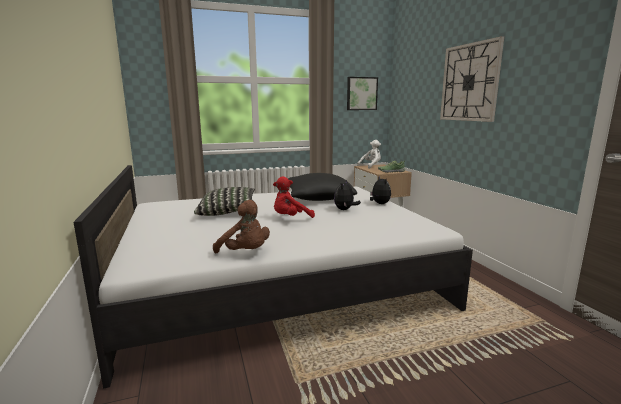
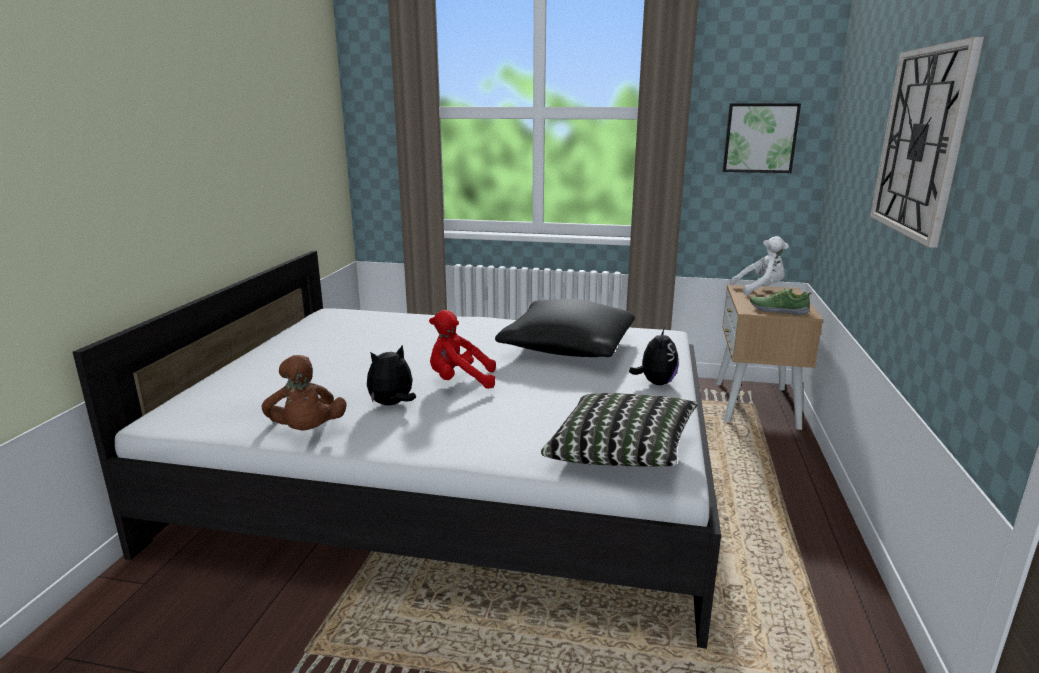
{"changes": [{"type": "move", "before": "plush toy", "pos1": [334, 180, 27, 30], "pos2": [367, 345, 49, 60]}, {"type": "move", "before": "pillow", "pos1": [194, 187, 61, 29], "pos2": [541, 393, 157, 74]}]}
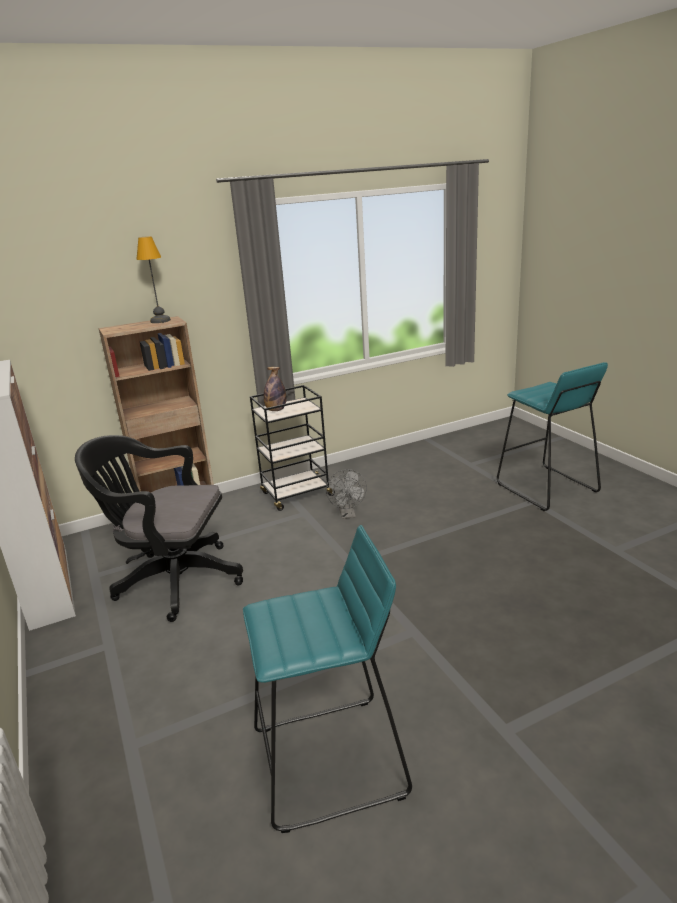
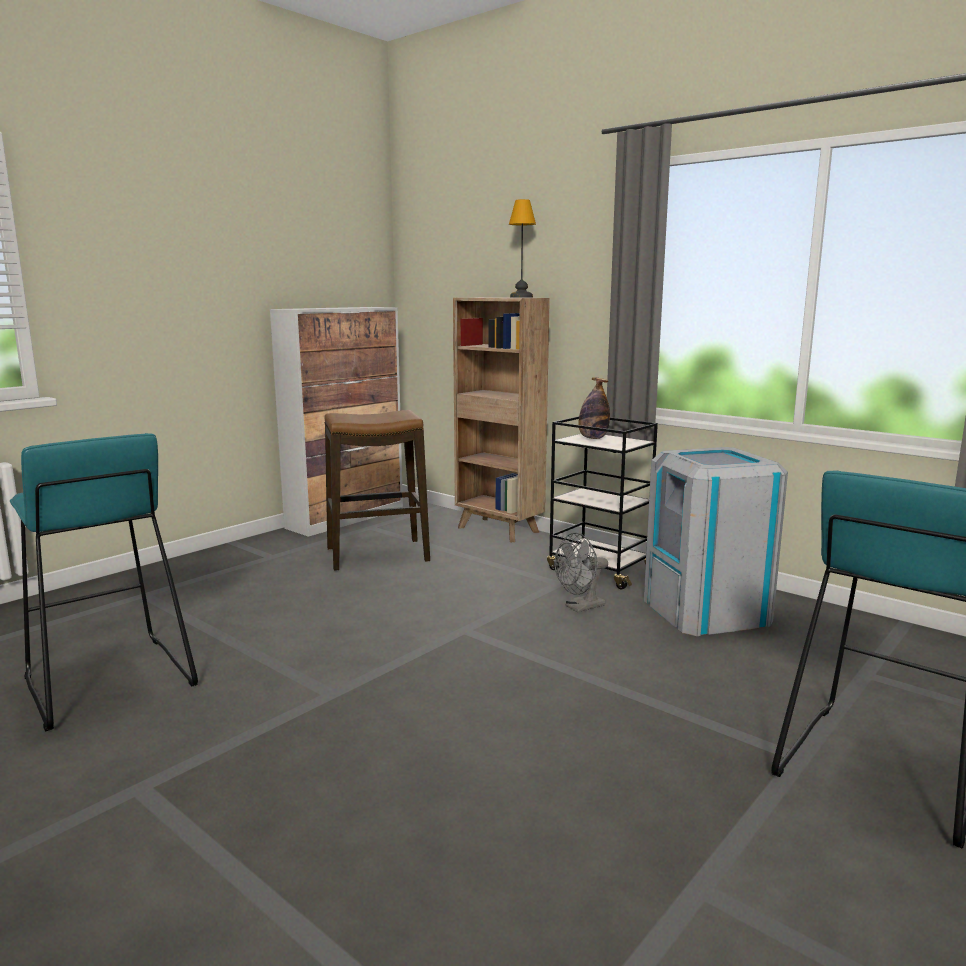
{"changes": [{"type": "replace", "before": "office chair/black", "after": "stool", "pos1": [75, 435, 168, 187], "pos2": [324, 410, 106, 161]}, {"type": "insert", "after": "trash can/grey", "pos2": [644, 447, 144, 189]}]}
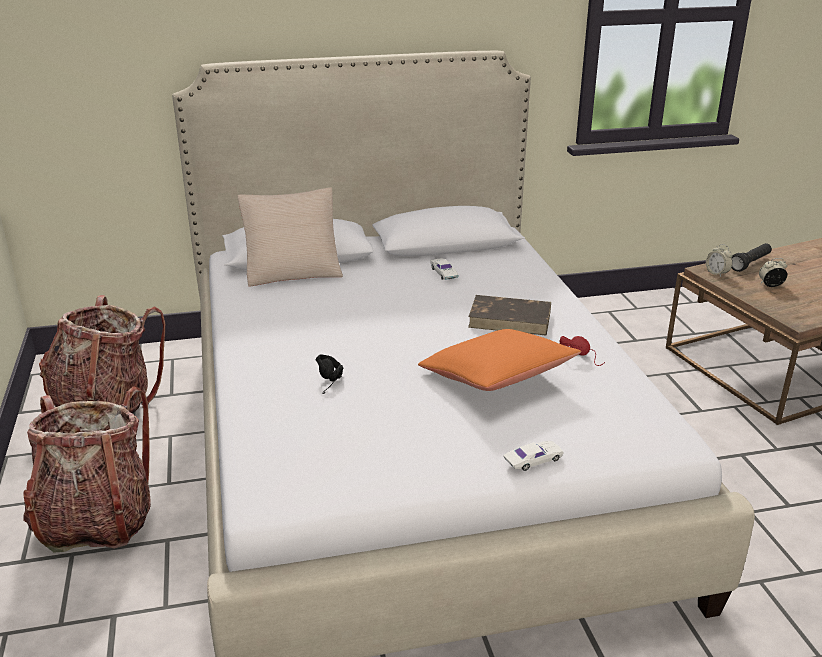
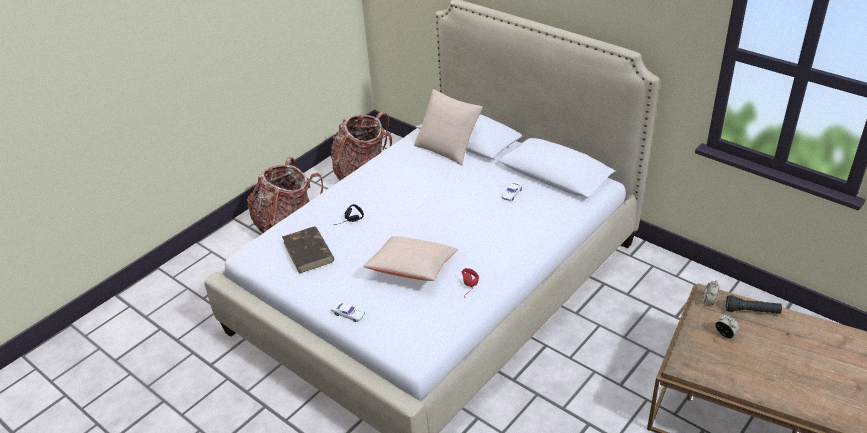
{"changes": [{"type": "move", "before": "book/brown", "pos1": [468, 295, 83, 41], "pos2": [282, 227, 52, 47]}, {"type": "recolor", "before": "pillow/orange", "after": "pillow/beige", "pos1": [418, 329, 163, 62], "pos2": [364, 236, 94, 45]}]}
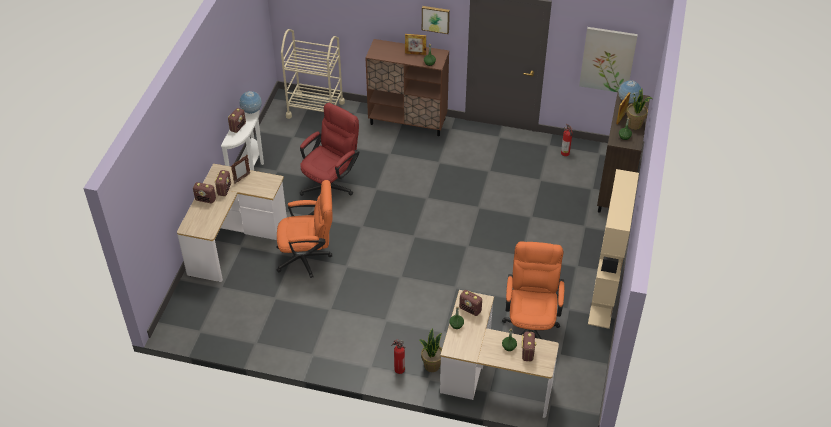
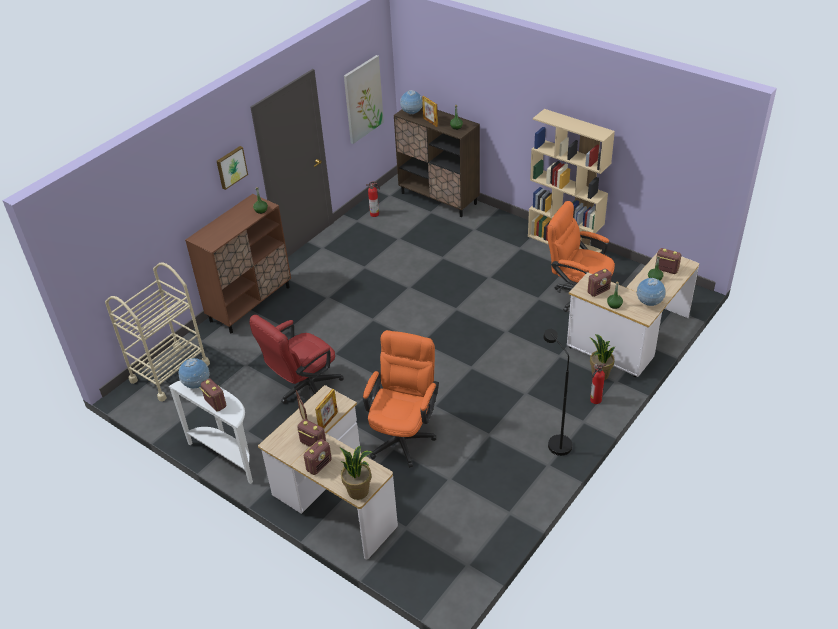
{"changes": [{"type": "rotate", "before": "office chair/red", "pos1": [300, 103, 59, 93], "pos2": [249, 315, 95, 89], "turn": -105}, {"type": "move", "before": "picture frame", "pos1": [405, 34, 21, 21], "pos2": [315, 389, 23, 39]}, {"type": "move", "before": "potted plant", "pos1": [626, 88, 27, 42], "pos2": [340, 446, 32, 54]}, {"type": "insert", "after": "floor lamp/black", "pos2": [543, 329, 30, 127]}, {"type": "insert", "after": "globe", "pos2": [636, 278, 30, 28]}]}
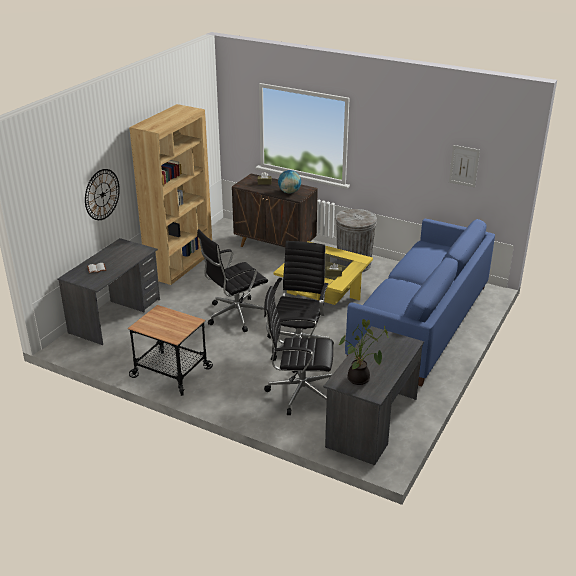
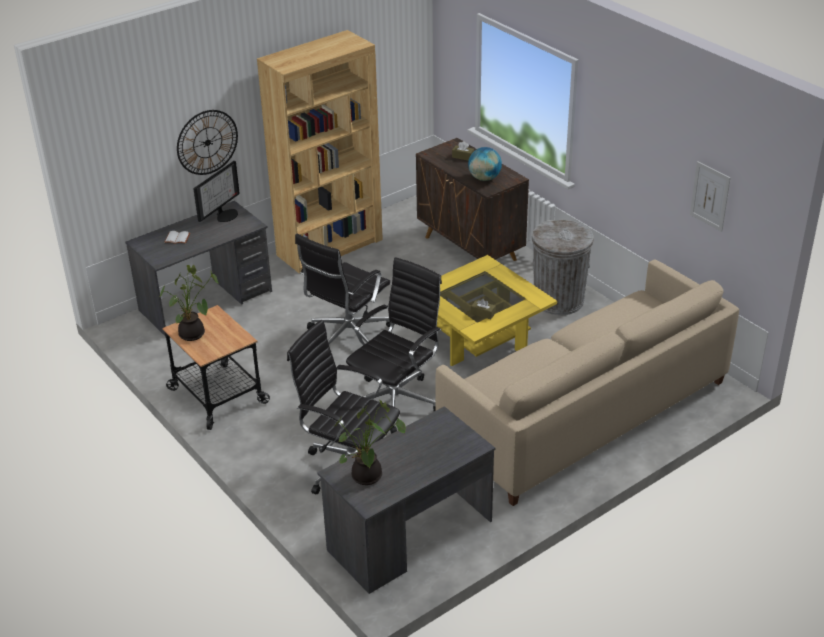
{"changes": [{"type": "insert", "after": "potted plant", "pos2": [160, 265, 58, 76]}, {"type": "insert", "after": "monitor", "pos2": [193, 161, 47, 61]}, {"type": "rotate", "before": "office chair/black", "pos1": [197, 229, 71, 103], "pos2": [295, 234, 95, 110], "turn": -45}, {"type": "recolor", "before": "sofa/blue", "after": "sofa/beige", "pos1": [345, 219, 150, 168], "pos2": [435, 260, 304, 246]}]}
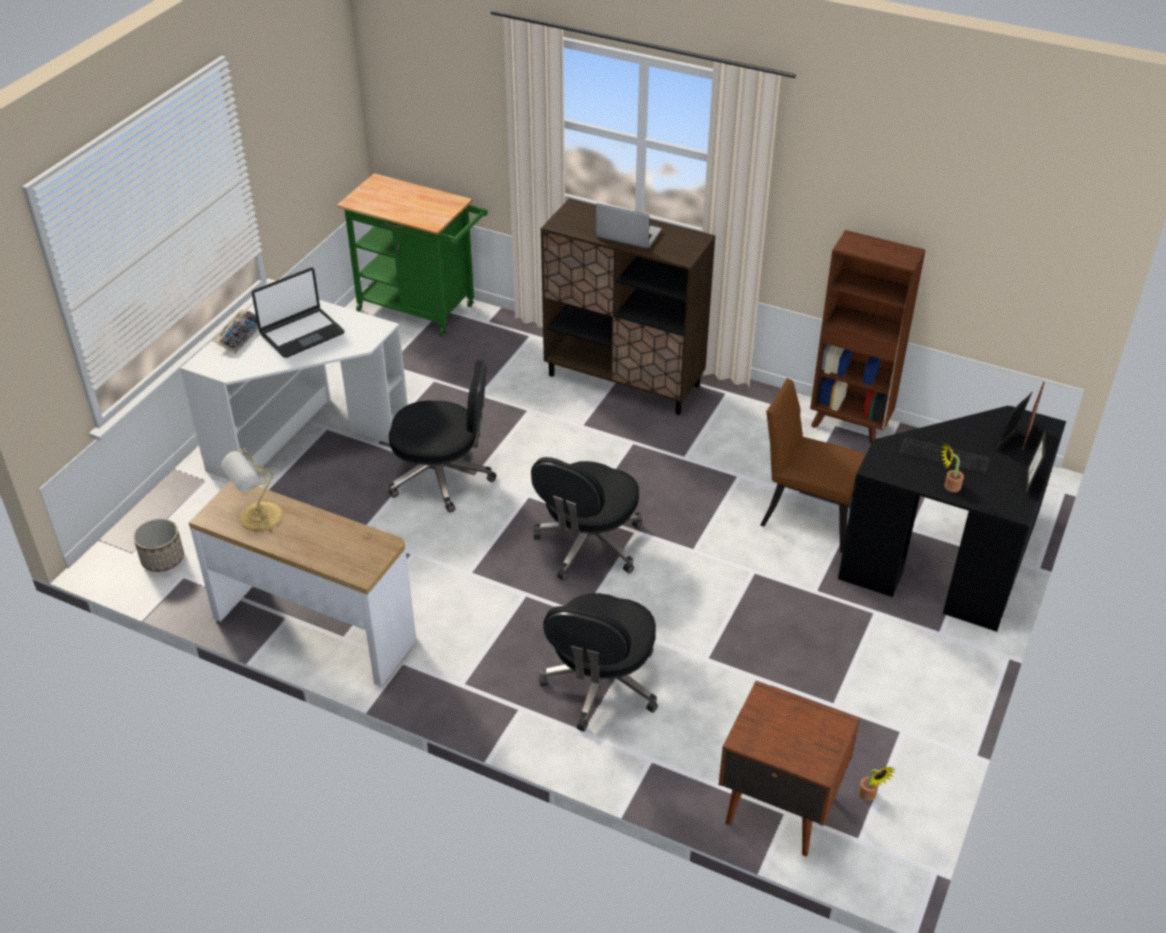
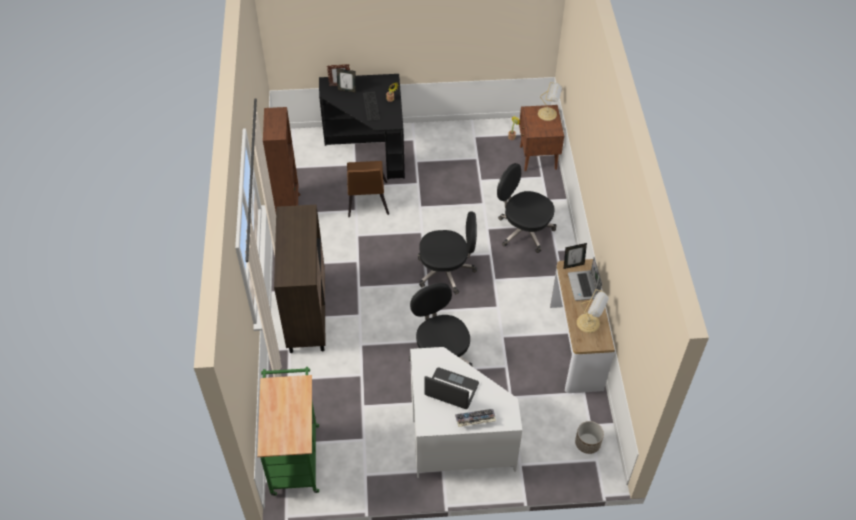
{"changes": [{"type": "rotate", "before": "office chair/black", "pos1": [539, 593, 119, 139], "pos2": [497, 163, 60, 90], "turn": -135}, {"type": "insert", "after": "table lamp", "pos2": [538, 82, 24, 39]}, {"type": "move", "before": "picture frame", "pos1": [1026, 429, 20, 65], "pos2": [564, 243, 23, 26]}, {"type": "move", "before": "laptop", "pos1": [595, 203, 67, 46], "pos2": [568, 257, 34, 44]}]}
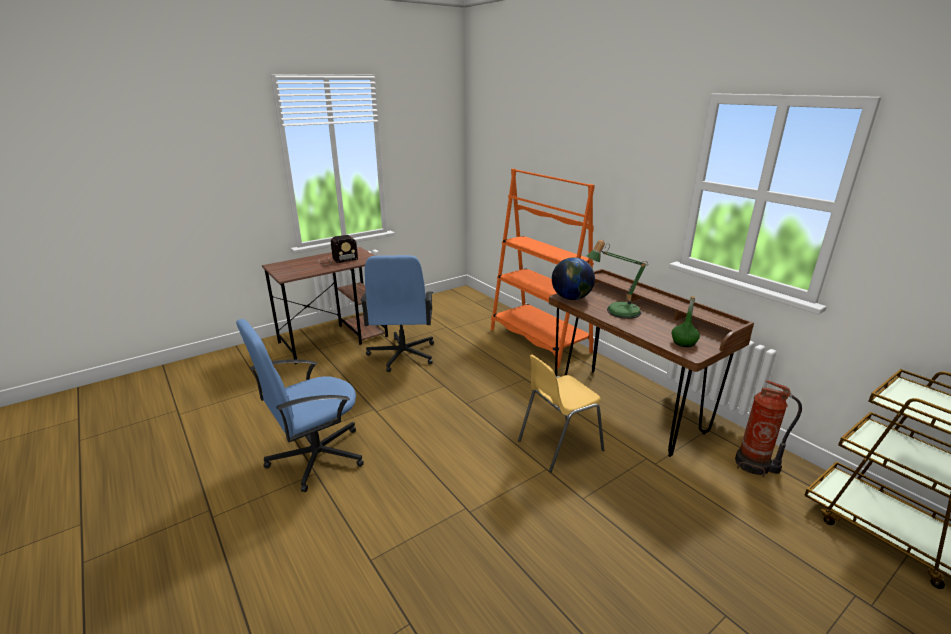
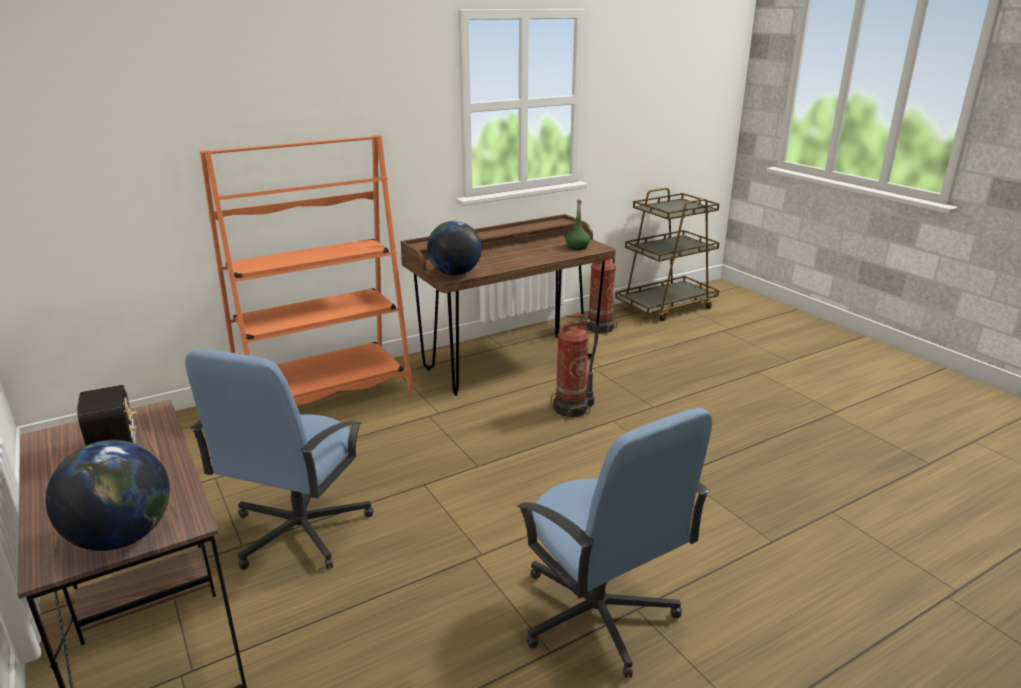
{"changes": [{"type": "insert", "after": "globe", "pos2": [46, 440, 124, 111]}, {"type": "rotate", "before": "office chair/blue", "pos1": [360, 255, 74, 117], "pos2": [185, 349, 188, 221], "turn": 105}, {"type": "replace", "before": "chair/yellow", "after": "fire extinguisher", "pos1": [518, 355, 86, 117], "pos2": [550, 314, 48, 105]}, {"type": "delete", "before": "table lamp", "pos1": [587, 240, 61, 79]}]}
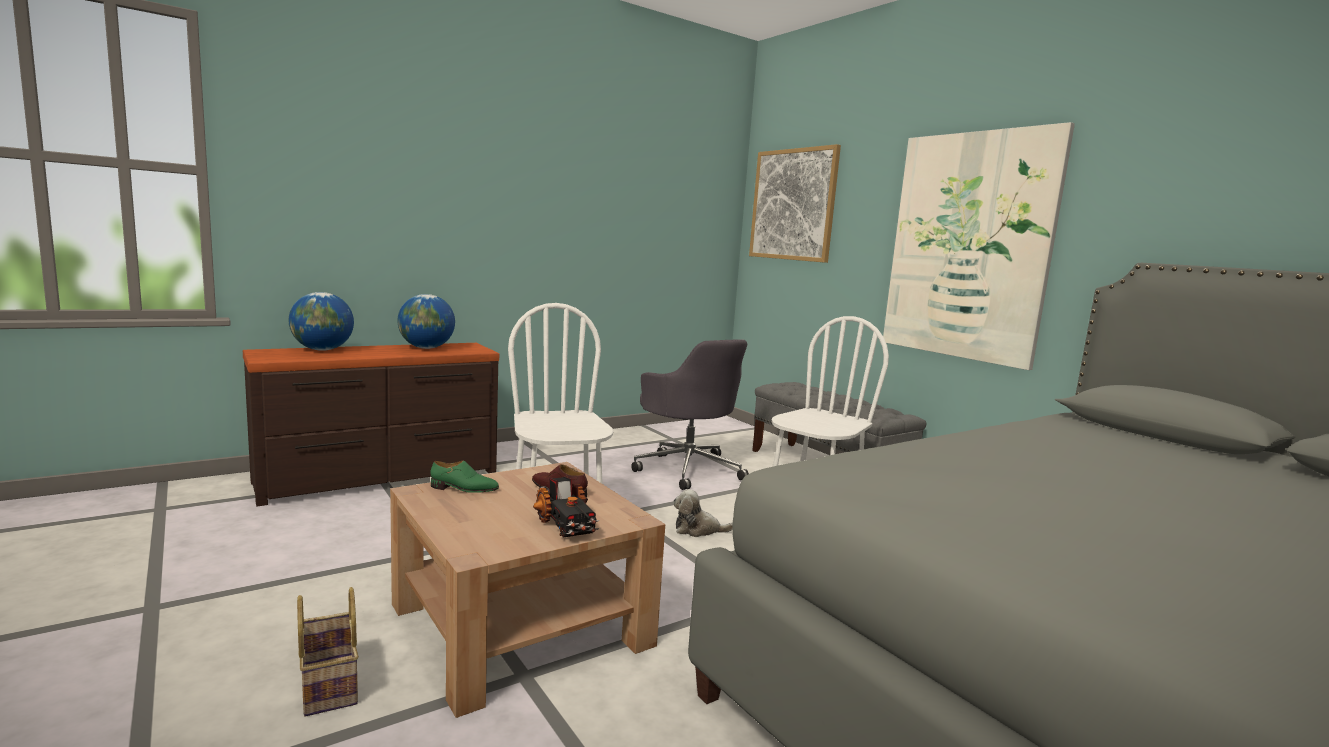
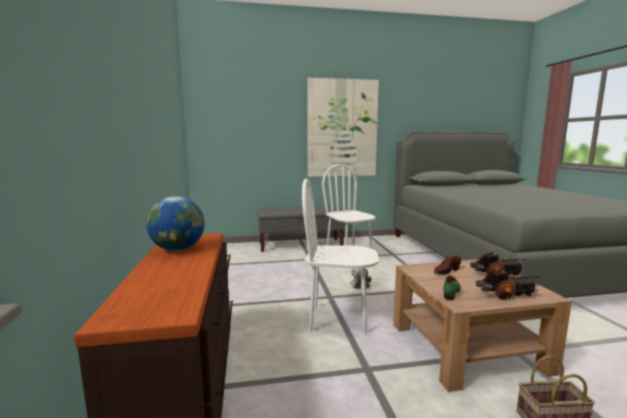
{"changes": [{"type": "insert", "after": "toy truck", "pos2": [476, 269, 64, 31]}, {"type": "delete", "before": "globe", "pos1": [289, 292, 65, 59]}, {"type": "delete", "before": "office chair/grey", "pos1": [631, 339, 118, 151]}, {"type": "delete", "before": "picture", "pos1": [749, 144, 92, 119]}]}
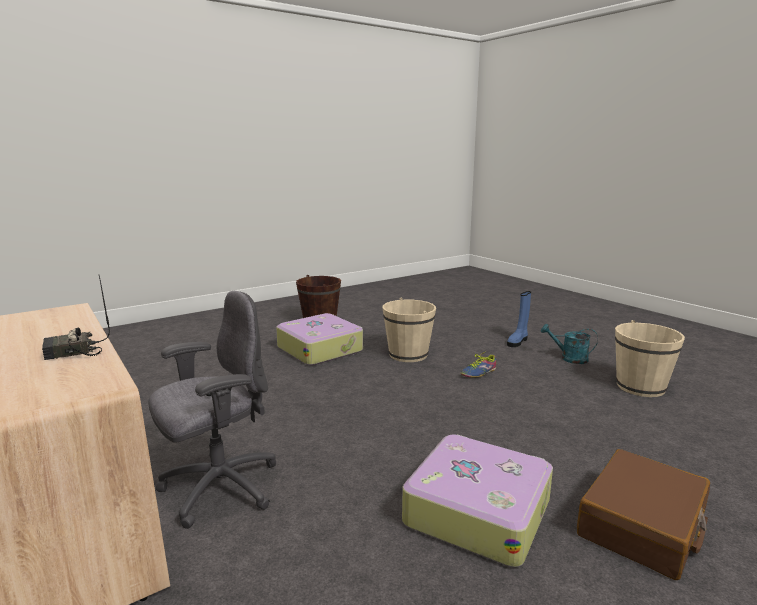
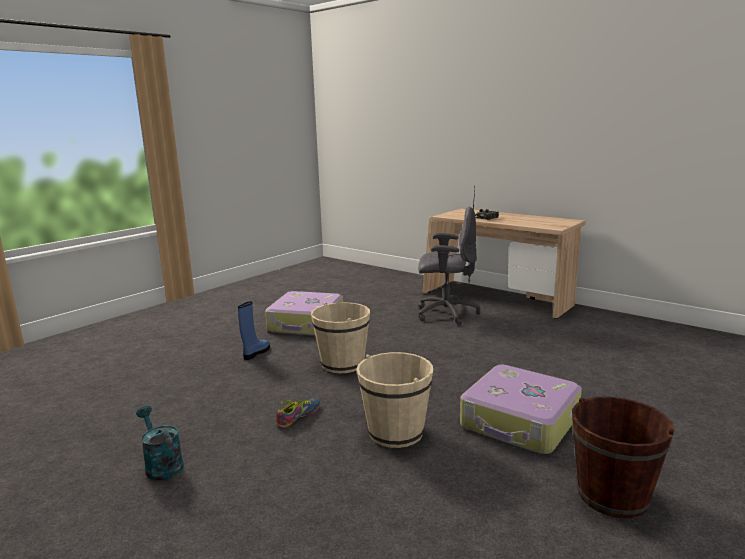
{"changes": [{"type": "rotate", "before": "watering can/turquoise", "pos1": [541, 324, 57, 40], "pos2": [136, 406, 48, 75], "turn": -135}, {"type": "move", "before": "boot/blue", "pos1": [507, 291, 24, 56], "pos2": [238, 301, 32, 59]}, {"type": "move", "before": "bucket/beige", "pos1": [615, 320, 70, 77], "pos2": [311, 302, 59, 71]}, {"type": "rotate", "before": "office chair/grey", "pos1": [148, 291, 128, 238], "pos2": [418, 206, 63, 119], "turn": -120}, {"type": "delete", "before": "suitcase/brown", "pos1": [577, 449, 133, 131]}]}
